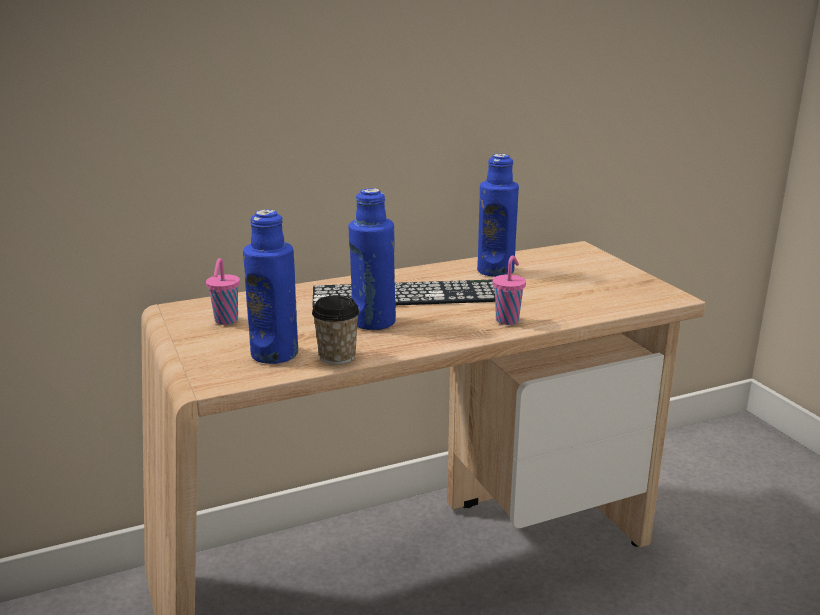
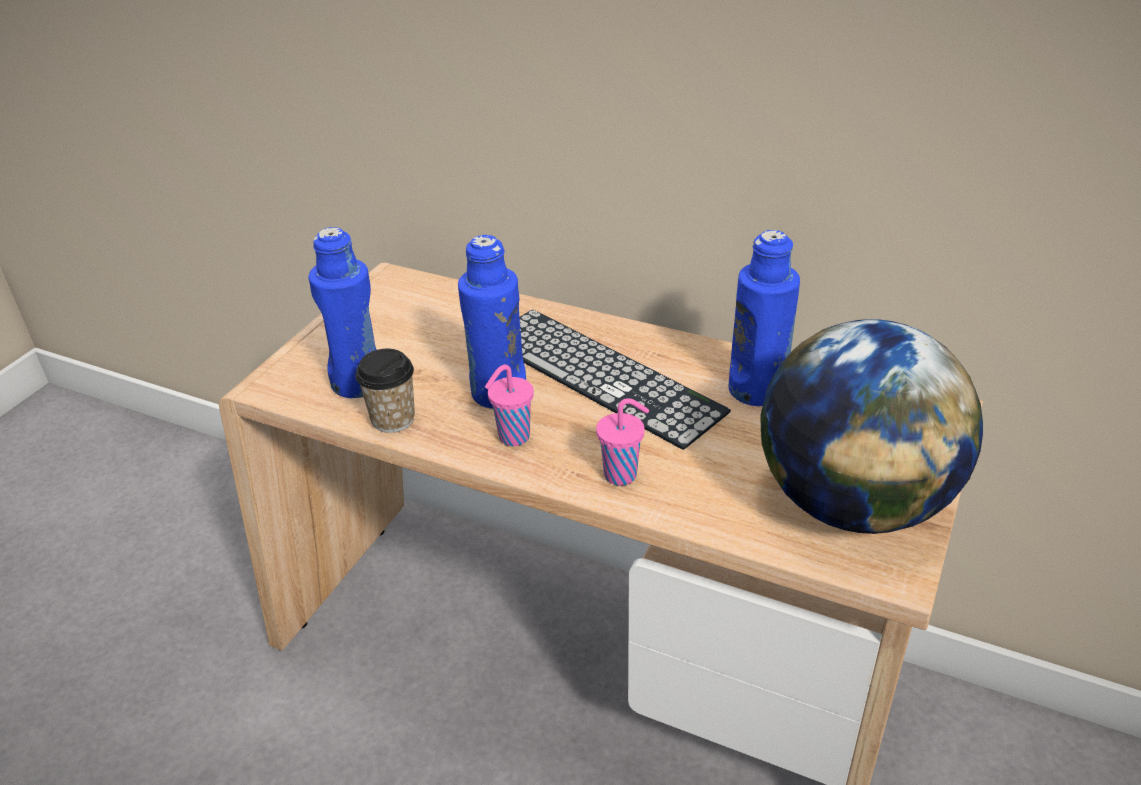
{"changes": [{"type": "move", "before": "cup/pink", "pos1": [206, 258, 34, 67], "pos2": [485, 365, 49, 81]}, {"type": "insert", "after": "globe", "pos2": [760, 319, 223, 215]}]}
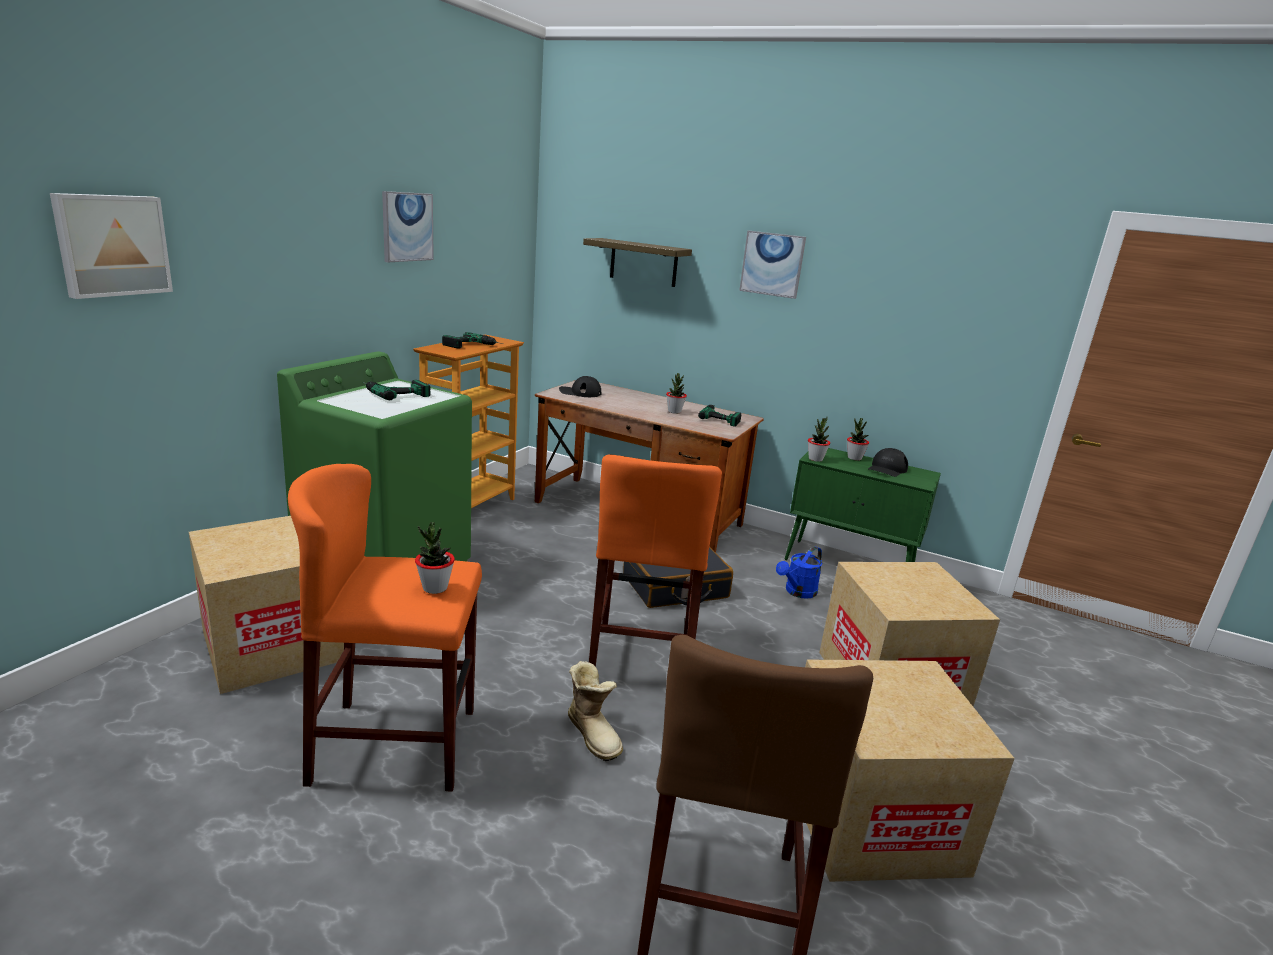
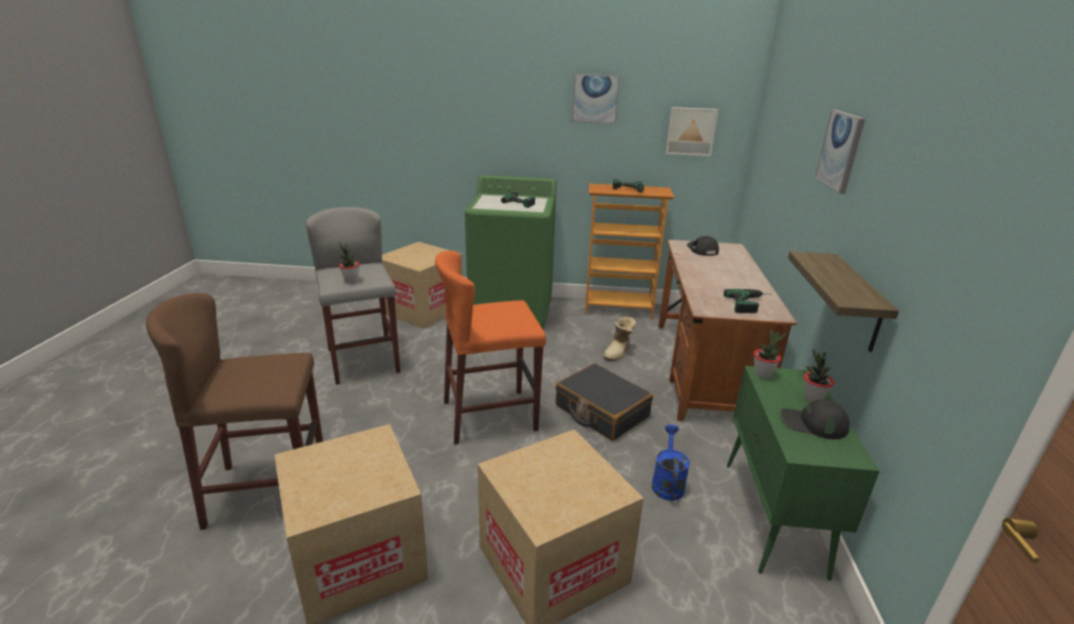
{"changes": [{"type": "recolor", "before": "stool/orange", "after": "stool/grey", "pos1": [288, 464, 194, 327], "pos2": [306, 207, 94, 178]}, {"type": "move", "before": "boot", "pos1": [568, 661, 55, 100], "pos2": [603, 317, 33, 45]}, {"type": "rotate", "before": "watering can/blue", "pos1": [776, 547, 46, 52], "pos2": [652, 425, 38, 76], "turn": 75}, {"type": "move", "before": "picture", "pos1": [50, 193, 123, 106], "pos2": [666, 107, 52, 49]}, {"type": "move", "before": "shelf", "pos1": [583, 238, 109, 49], "pos2": [788, 251, 111, 101]}, {"type": "delete", "before": "potted plant", "pos1": [666, 373, 21, 41]}]}
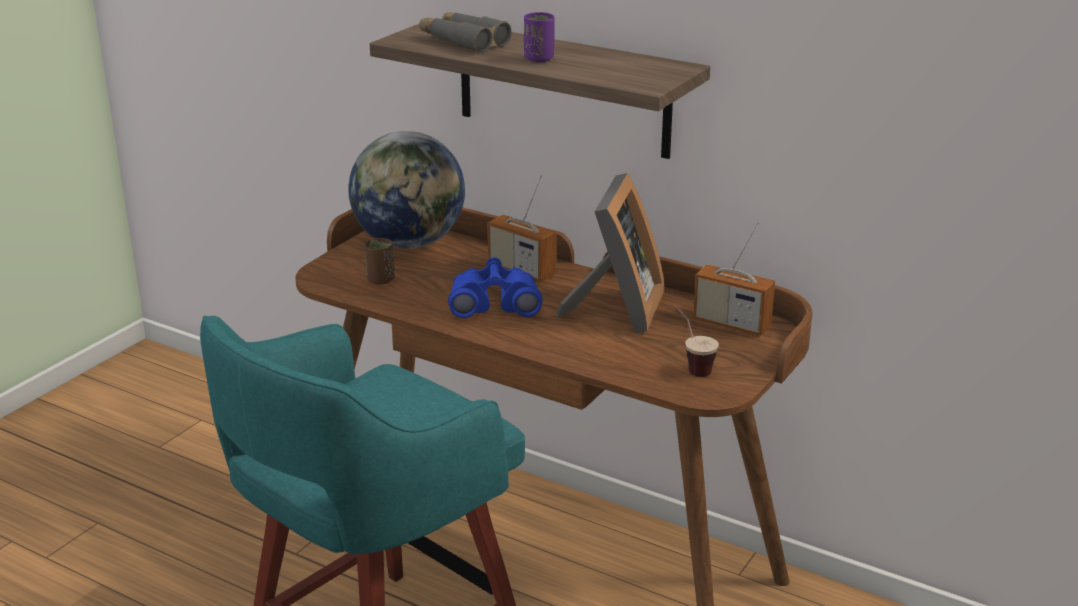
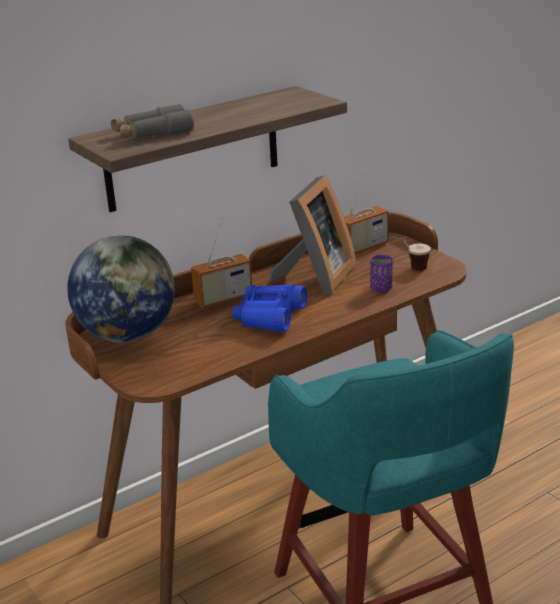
{"changes": [{"type": "rotate", "before": "picture frame", "pos1": [555, 173, 110, 160], "pos2": [269, 175, 87, 119], "turn": 75}, {"type": "move", "before": "cup/purple", "pos1": [524, 12, 31, 50], "pos2": [370, 255, 23, 37]}, {"type": "delete", "before": "cup/brown", "pos1": [364, 238, 31, 47]}]}
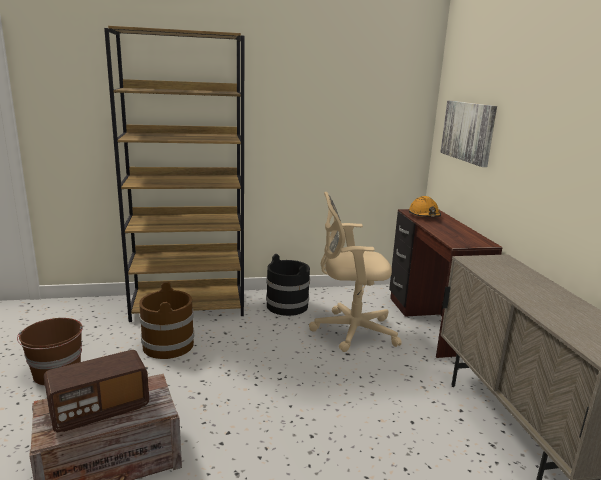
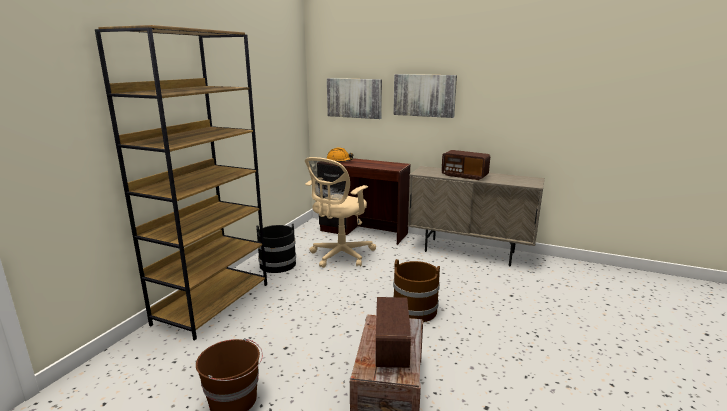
{"changes": [{"type": "insert", "after": "picture", "pos2": [393, 74, 64, 44]}, {"type": "move", "before": "bucket/brown", "pos1": [139, 282, 55, 77], "pos2": [393, 259, 47, 63]}, {"type": "insert", "after": "radio", "pos2": [441, 150, 49, 30]}]}
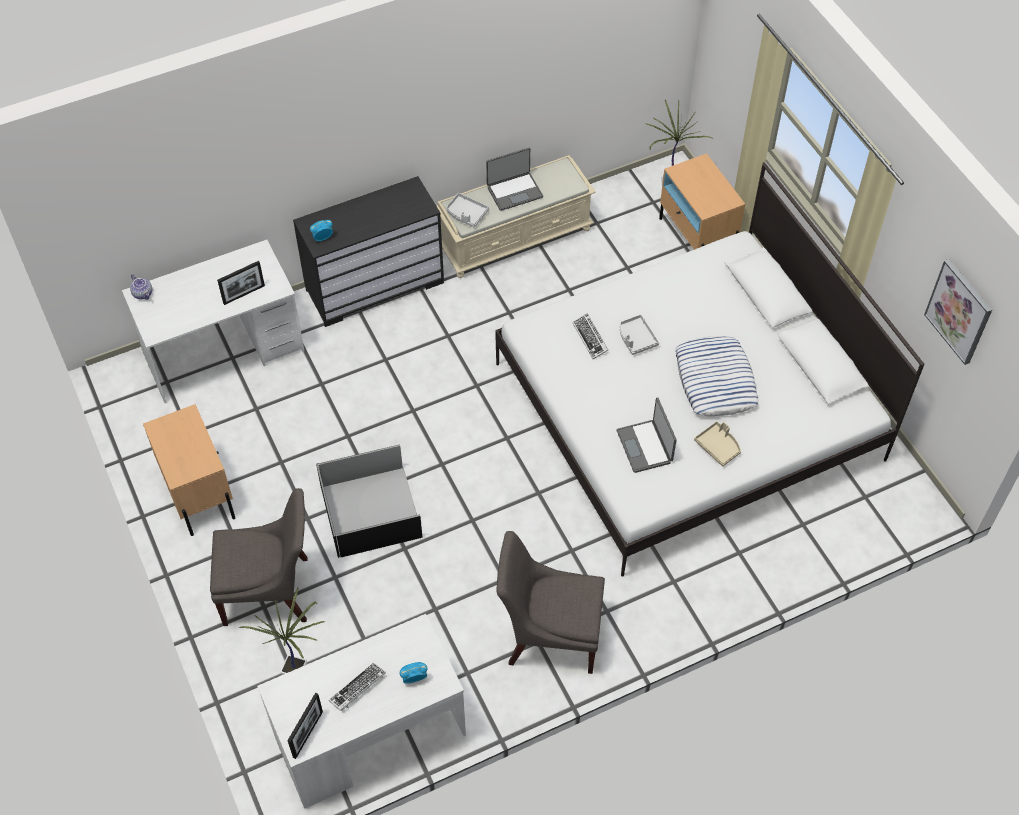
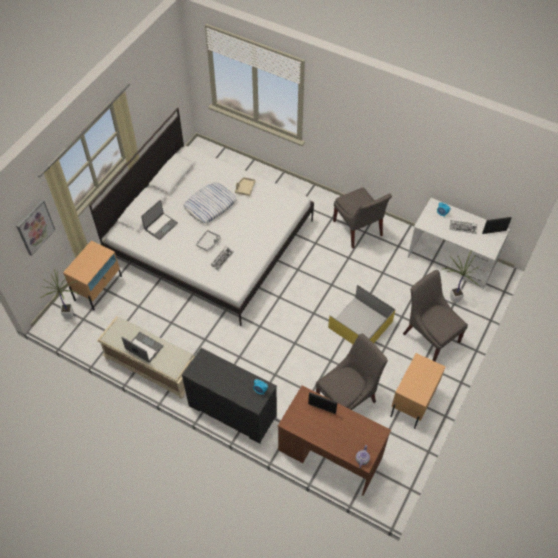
{"changes": [{"type": "move", "before": "picture", "pos1": [924, 259, 68, 106], "pos2": [16, 200, 39, 56]}, {"type": "move", "before": "laptop", "pos1": [616, 397, 61, 76], "pos2": [141, 200, 37, 40]}, {"type": "recolor", "before": "desk/white", "after": "desk/brown", "pos1": [122, 240, 183, 163], "pos2": [278, 385, 113, 110]}, {"type": "insert", "after": "chair/grey", "pos2": [316, 334, 72, 76]}, {"type": "recolor", "before": "storage box/black", "after": "storage box/yellow", "pos1": [316, 445, 107, 113], "pos2": [328, 285, 67, 59]}, {"type": "delete", "before": "tray/grey", "pos1": [446, 193, 43, 34]}]}
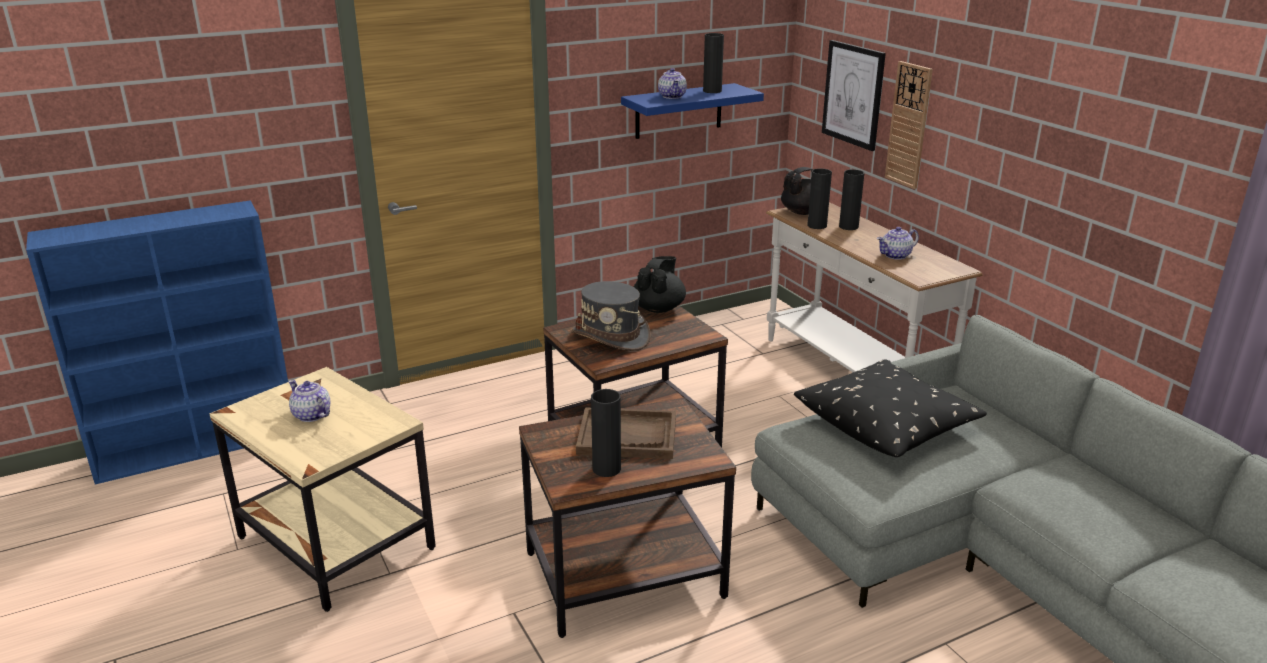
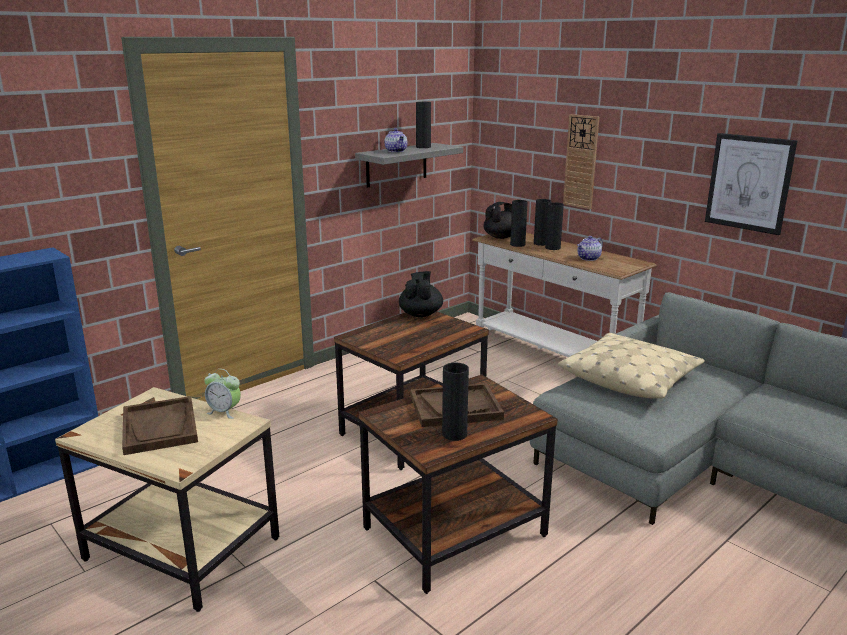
{"changes": [{"type": "replace", "before": "teapot", "after": "tray/brown", "pos1": [289, 380, 41, 42], "pos2": [122, 396, 76, 59]}, {"type": "insert", "after": "alarm clock", "pos2": [204, 369, 37, 50]}, {"type": "recolor", "before": "shelf/blue", "after": "shelf/grey", "pos1": [621, 83, 143, 56], "pos2": [355, 143, 108, 45]}, {"type": "insert", "after": "vase/black", "pos2": [545, 202, 19, 48]}, {"type": "recolor", "before": "pillow/black", "after": "pillow/beige", "pos1": [794, 359, 193, 98], "pos2": [558, 333, 147, 66]}, {"type": "move", "before": "picture", "pos1": [822, 40, 64, 111], "pos2": [705, 133, 92, 102]}, {"type": "delete", "before": "hat/grey", "pos1": [572, 281, 79, 70]}]}
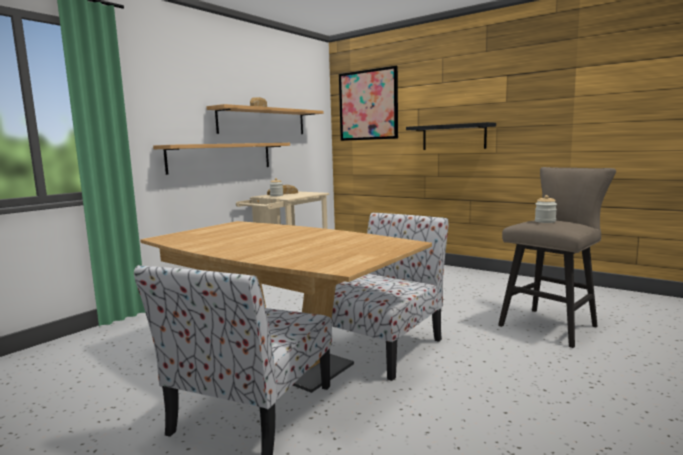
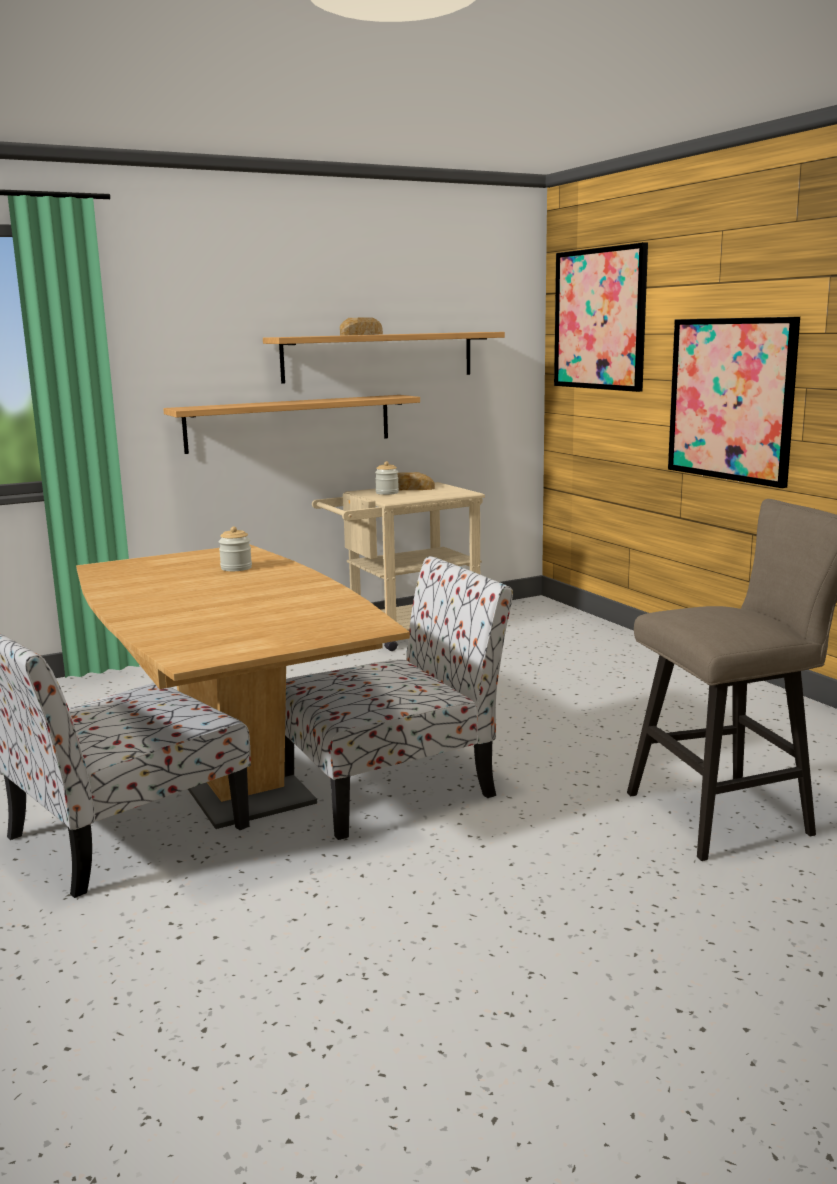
{"changes": [{"type": "move", "before": "jar", "pos1": [535, 195, 22, 28], "pos2": [219, 526, 33, 45]}, {"type": "replace", "before": "shelf/black", "after": "picture", "pos1": [406, 122, 90, 28], "pos2": [668, 317, 132, 171]}]}
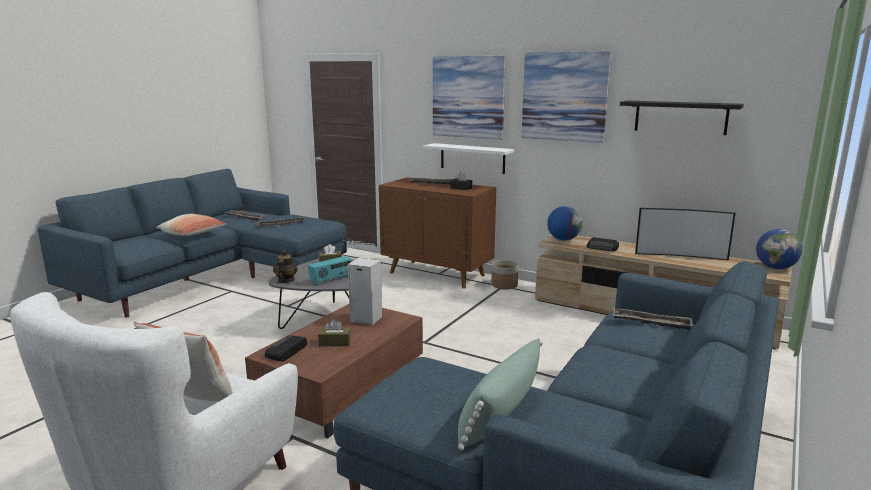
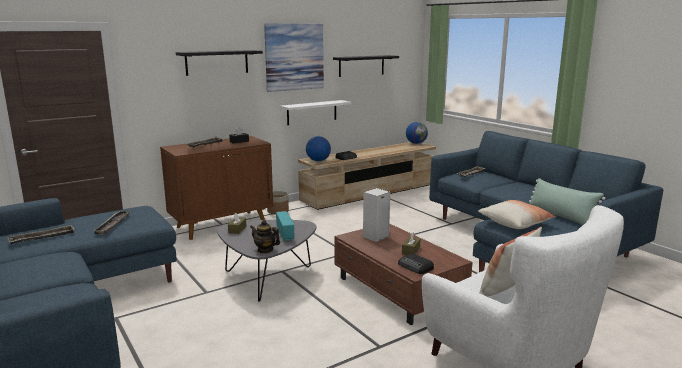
{"changes": [{"type": "replace", "before": "picture", "after": "shelf/black", "pos1": [433, 55, 73, 85], "pos2": [176, 50, 87, 26]}, {"type": "move", "before": "shelf/white", "pos1": [423, 143, 91, 31], "pos2": [280, 100, 71, 25]}, {"type": "move", "before": "pillow", "pos1": [156, 214, 70, 22], "pos2": [478, 200, 78, 29]}, {"type": "delete", "before": "television", "pos1": [635, 208, 101, 52]}]}
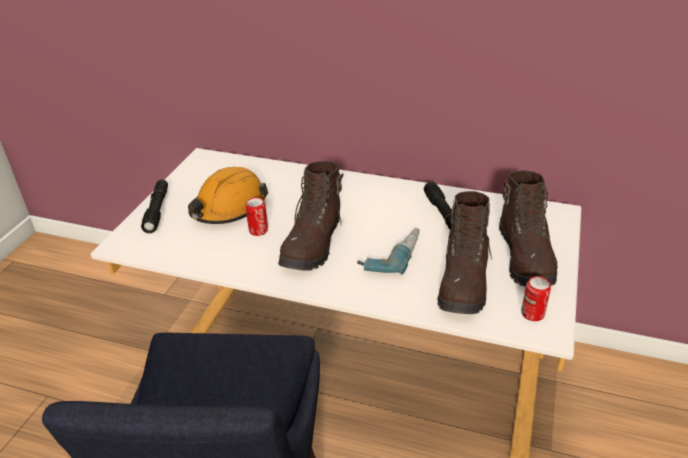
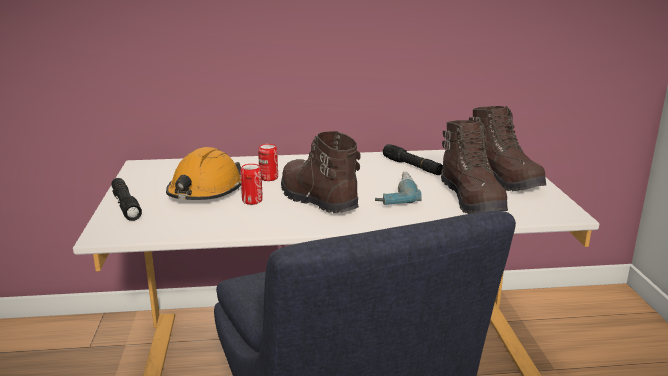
{"changes": [{"type": "move", "before": "can", "pos1": [521, 276, 30, 45], "pos2": [258, 144, 20, 37]}, {"type": "rotate", "before": "boot/brown", "pos1": [278, 161, 66, 110], "pos2": [281, 131, 80, 82], "turn": 150}]}
